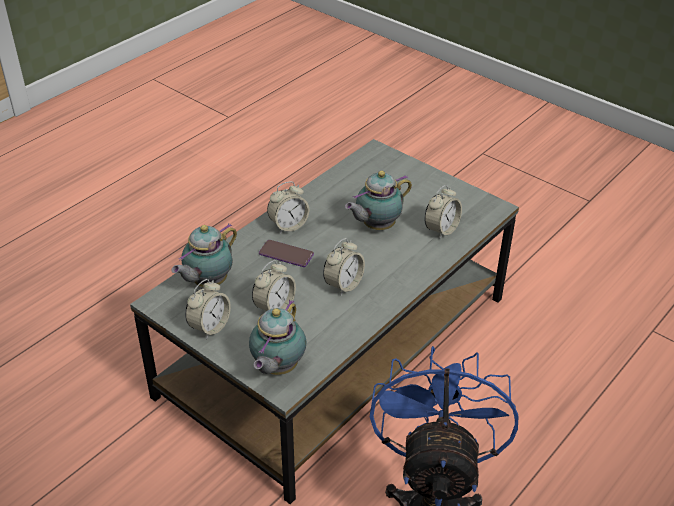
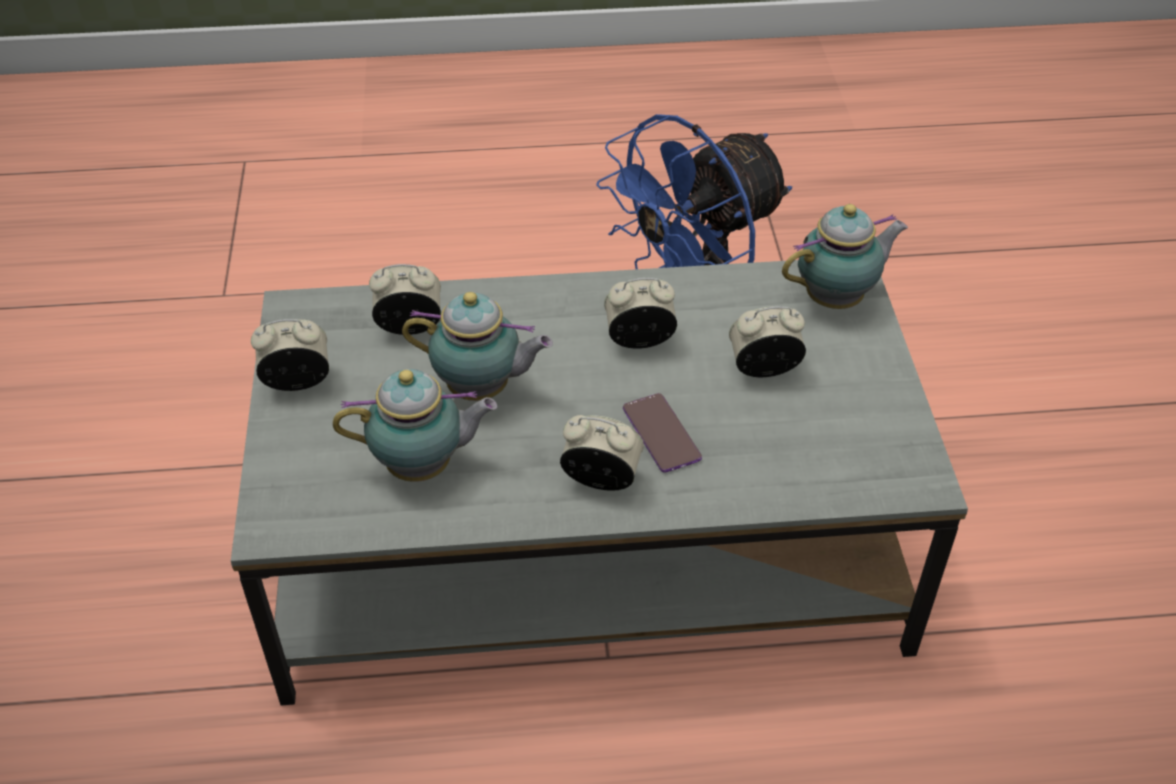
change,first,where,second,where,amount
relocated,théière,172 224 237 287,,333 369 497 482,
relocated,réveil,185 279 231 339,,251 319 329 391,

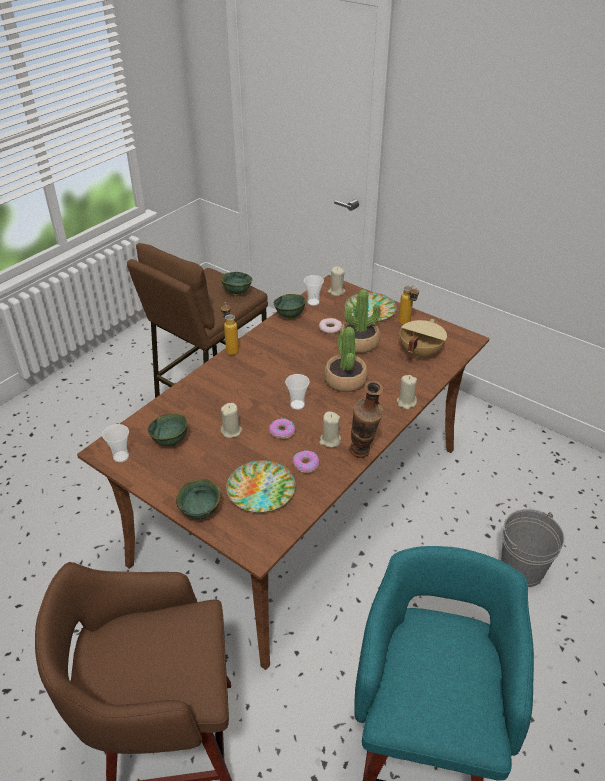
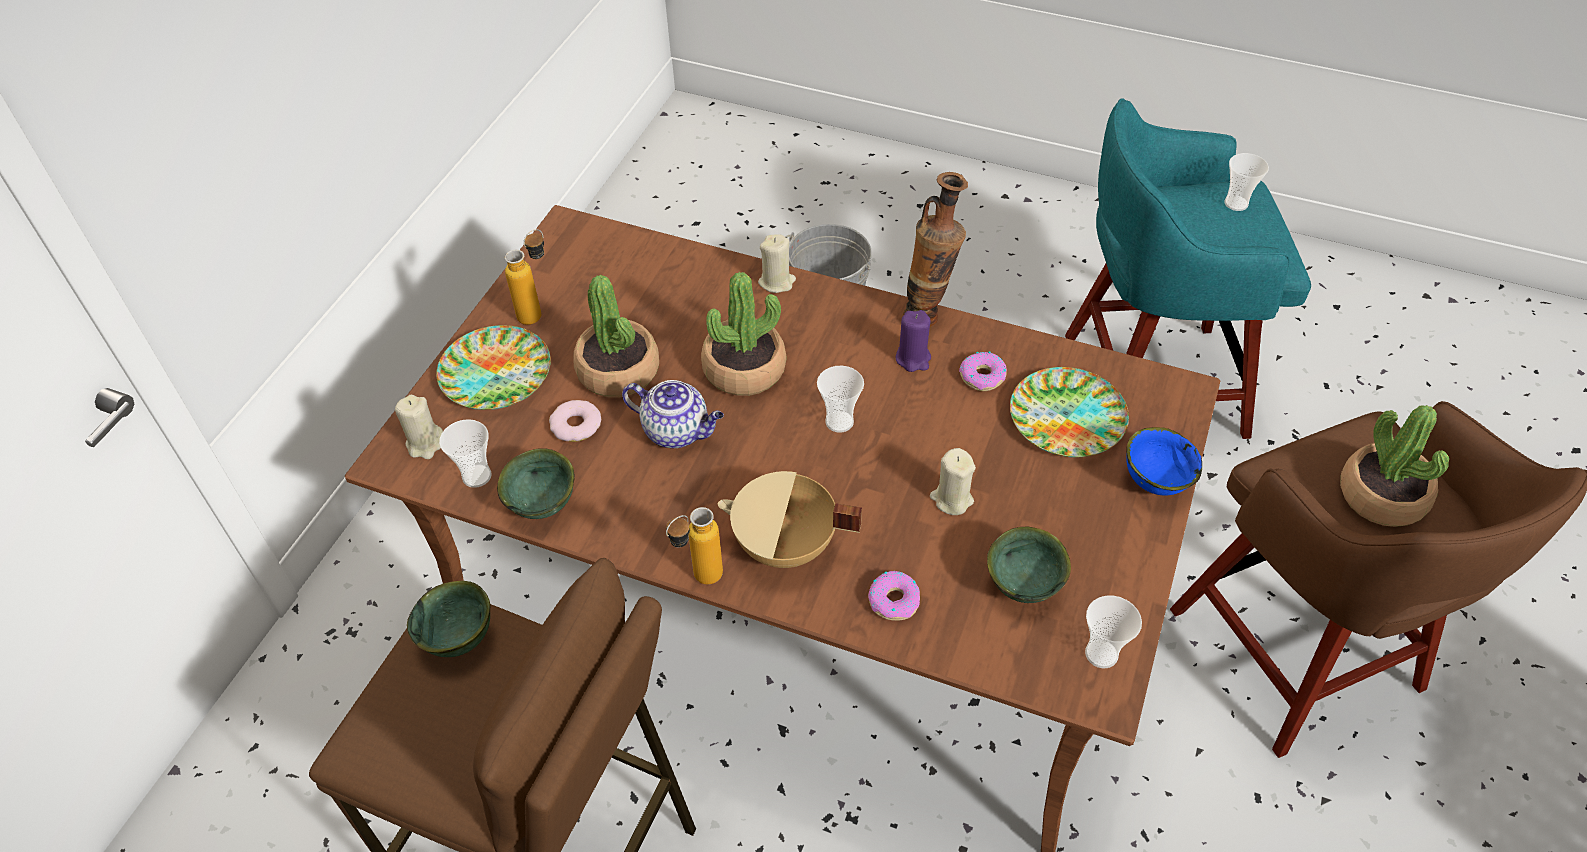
change,first,where,second,where,amount
relocated,marmite/beige,400 319 447 358,,718 471 862 568,
colour,bougie/beige,319 411 341 448,bougie/violet,896 310 931 372,
relocated,beignet,269 418 295 439,,868 571 920 621,
colour,bol/vert,176 479 221 519,bol/bleu,1126 427 1202 495,
appeared,,,tasse,1224 153 1269 211,
appeared,,,théière,622 380 724 448,
appeared,,,plante en pot,1340 405 1449 527,

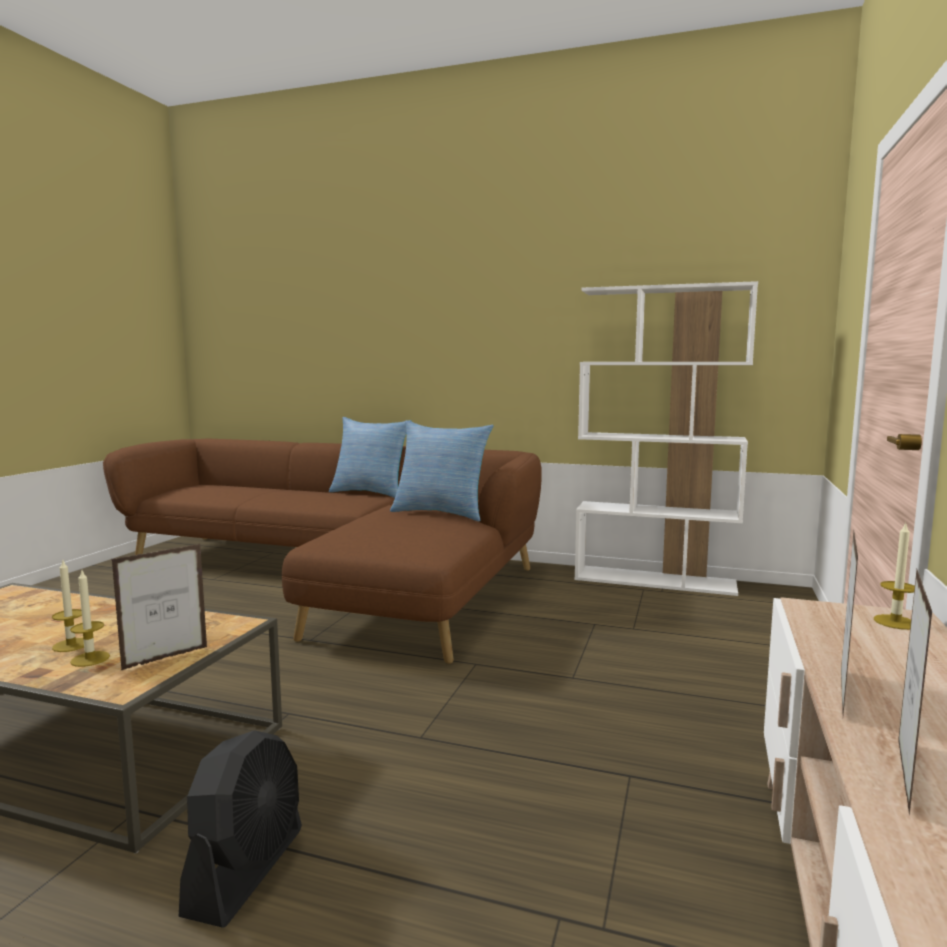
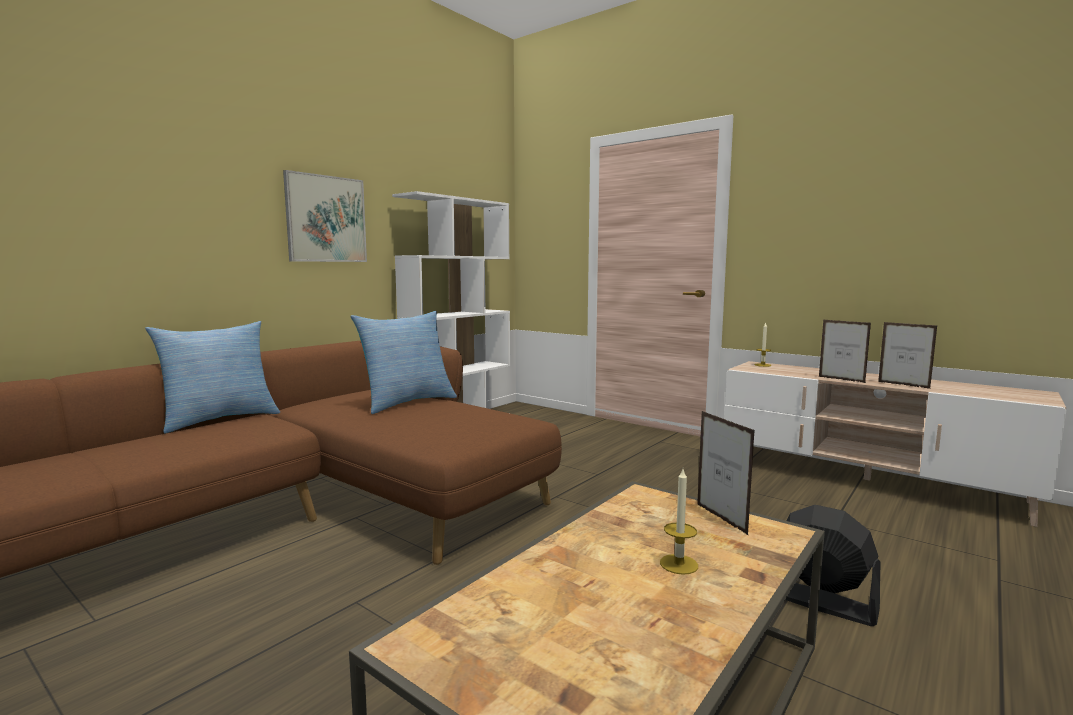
change,first,where,second,where,amount
missing,bougie,70 571 110 667,,,
appeared,,,tableau,283 170 367 262,

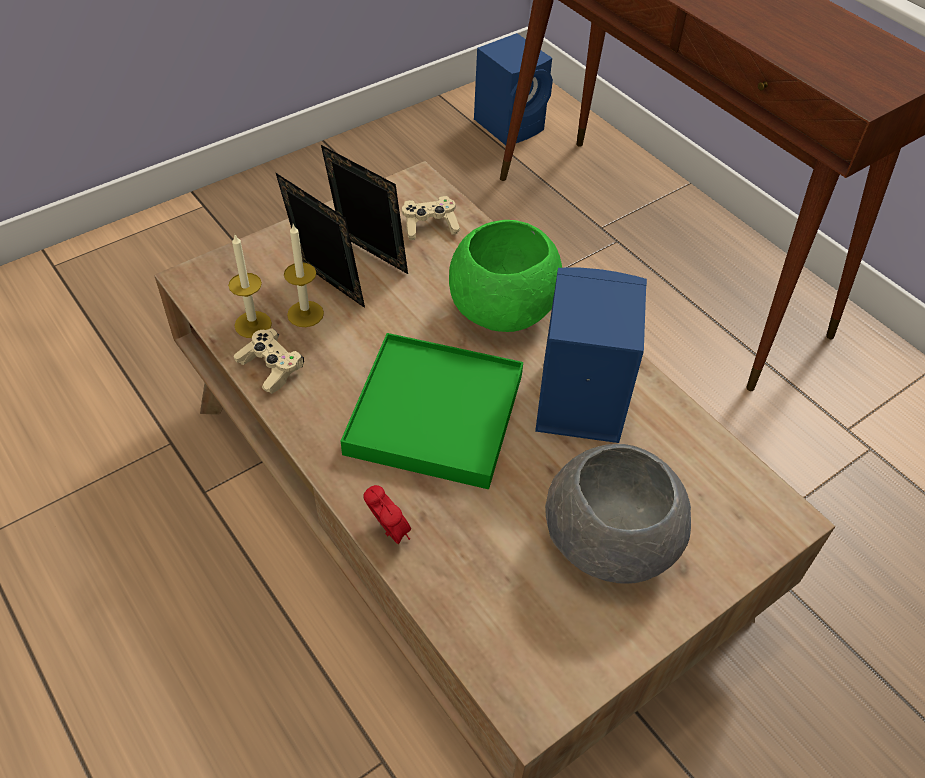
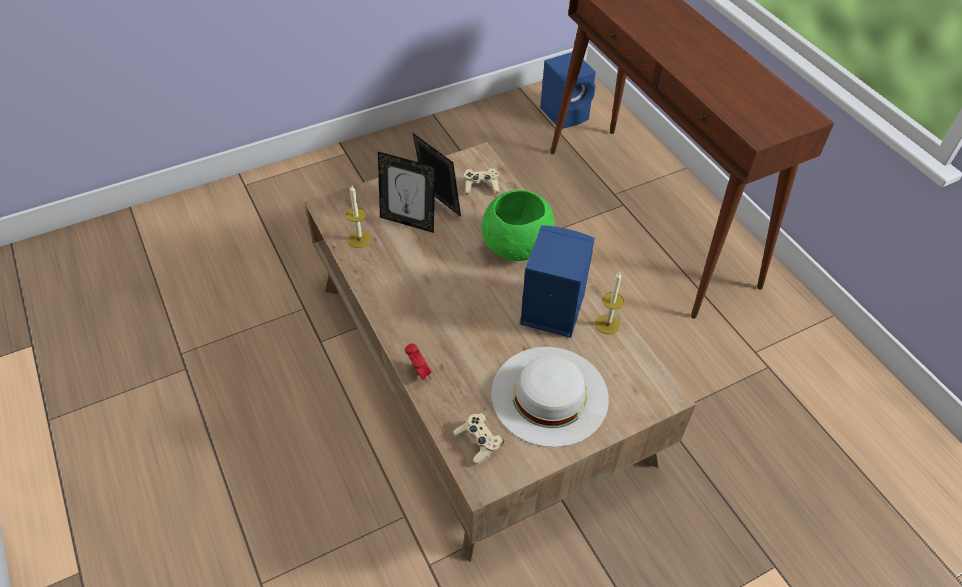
change,first,where,second,where,amount
spun,cadre photo,276 173 365 308,,378 152 435 233,150 degrees clockwise
relocated,bougie,284 224 324 327,,595 272 624 334,
relocated,manette/beige,234 328 304 394,,453 413 504 465,
missing,plateau/vert,341 333 523 489,,,
exchanged,bol/gris,545 444 691 584,chapeau/blanc,491 347 609 447,

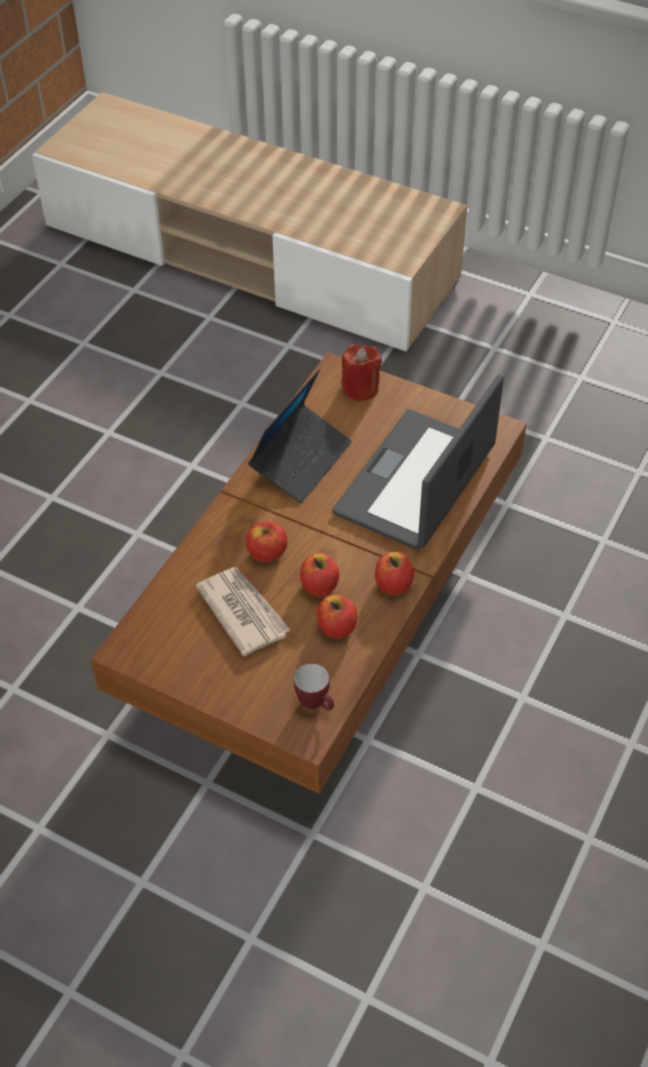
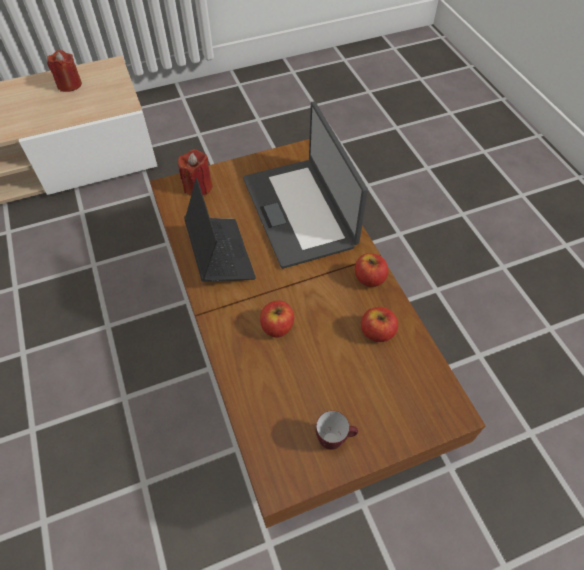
change,first,where,second,where,amount
missing,pomme,300 553 339 597,,,
missing,journal,196 567 291 656,,,
relocated,mug,294 663 334 711,,316 411 358 450,
appeared,,,bougie/rouge,47 50 82 92,

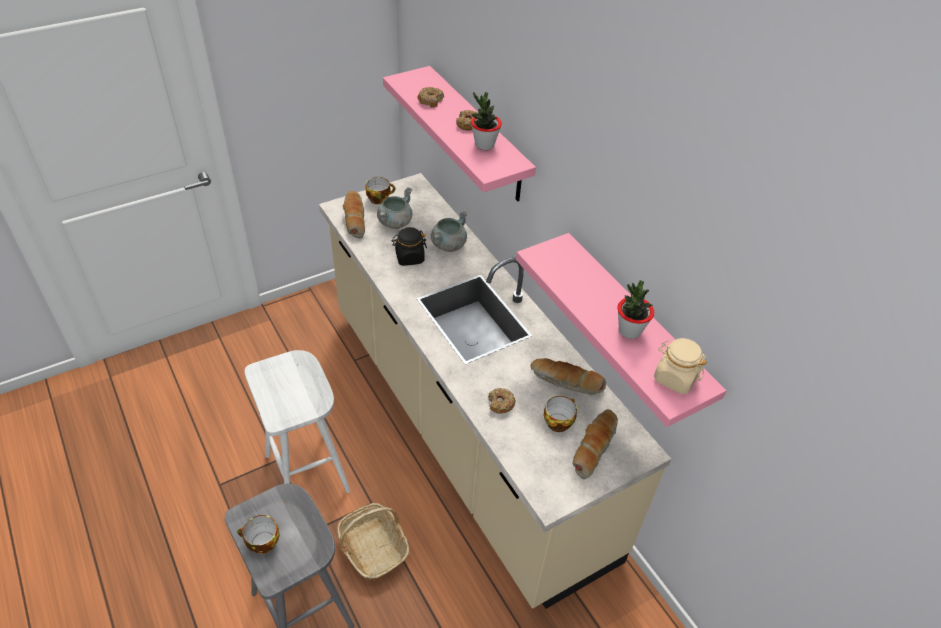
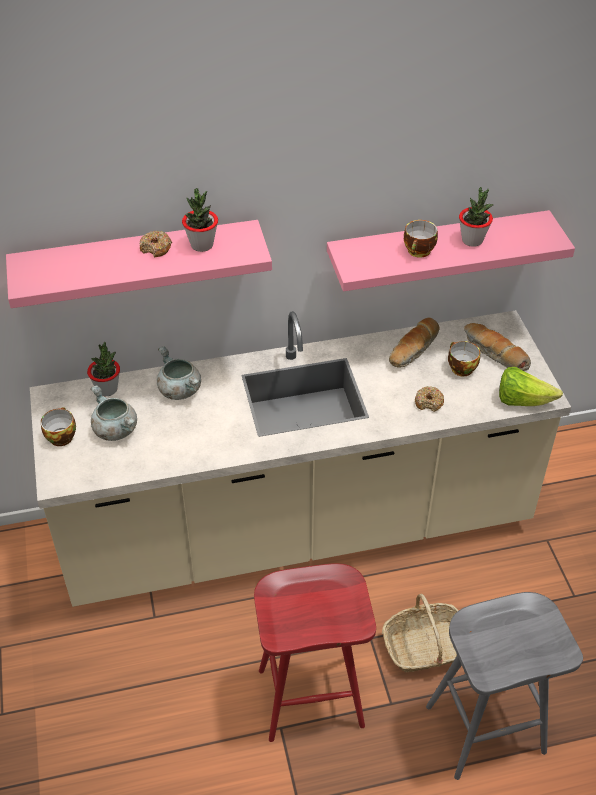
change,first,where,second,where,amount
missing,beignet,418 87 444 108,,,
missing,pain,343 191 365 239,,,
missing,bocal/noir,392 227 427 266,,,
missing,bocal/beige,654 338 707 394,,,
colour,tabouret/blanc,244 350 350 493,tabouret/rouge,254 563 376 742,
relocated,tasse,237 515 279 554,,404 220 438 258,
appeared,,,plante en pot,87 342 120 396,
appeared,,,laitue,499 367 563 406,

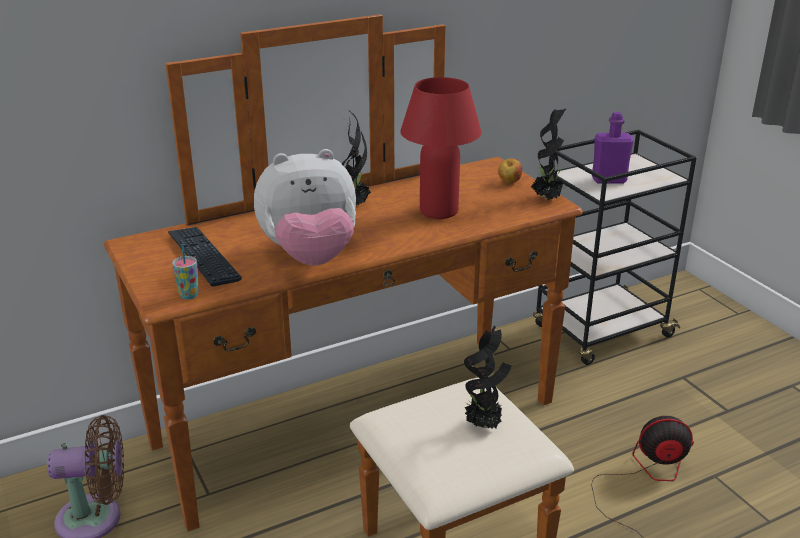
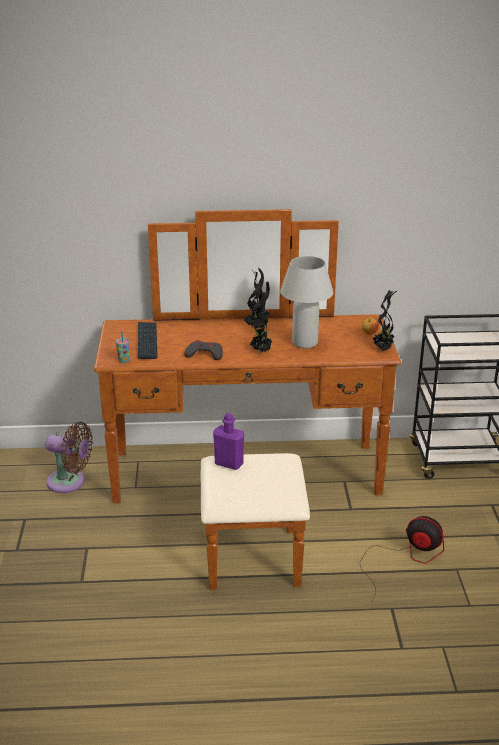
change,first,where,second,where,amount
colour,lampe de table/rouge,400 77 482 219,lampe de table/blanc,280 256 333 348,
relocated,bouteille/violet,592 112 634 183,,213 413 244 470,
exchanged,peluche,254 149 356 266,manette/gris,184 340 223 360,
relocated,plante en pot,464 326 512 429,,250 290 273 352,

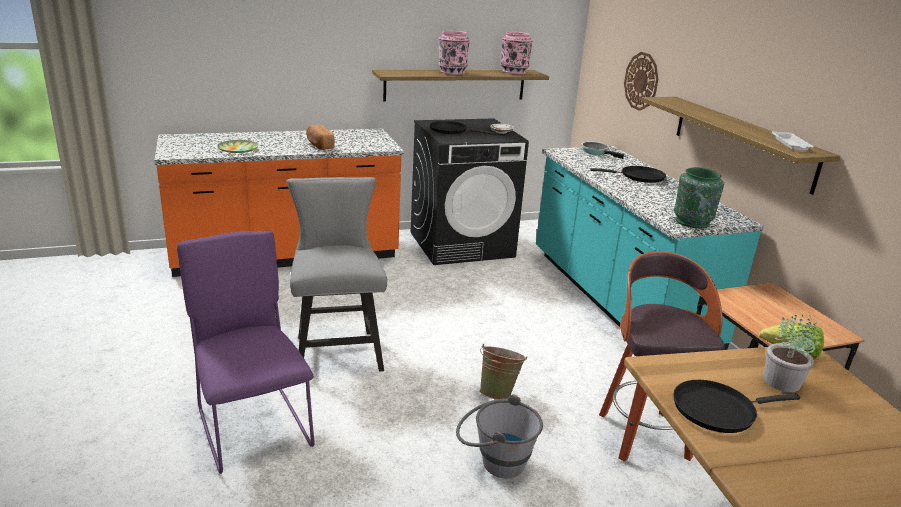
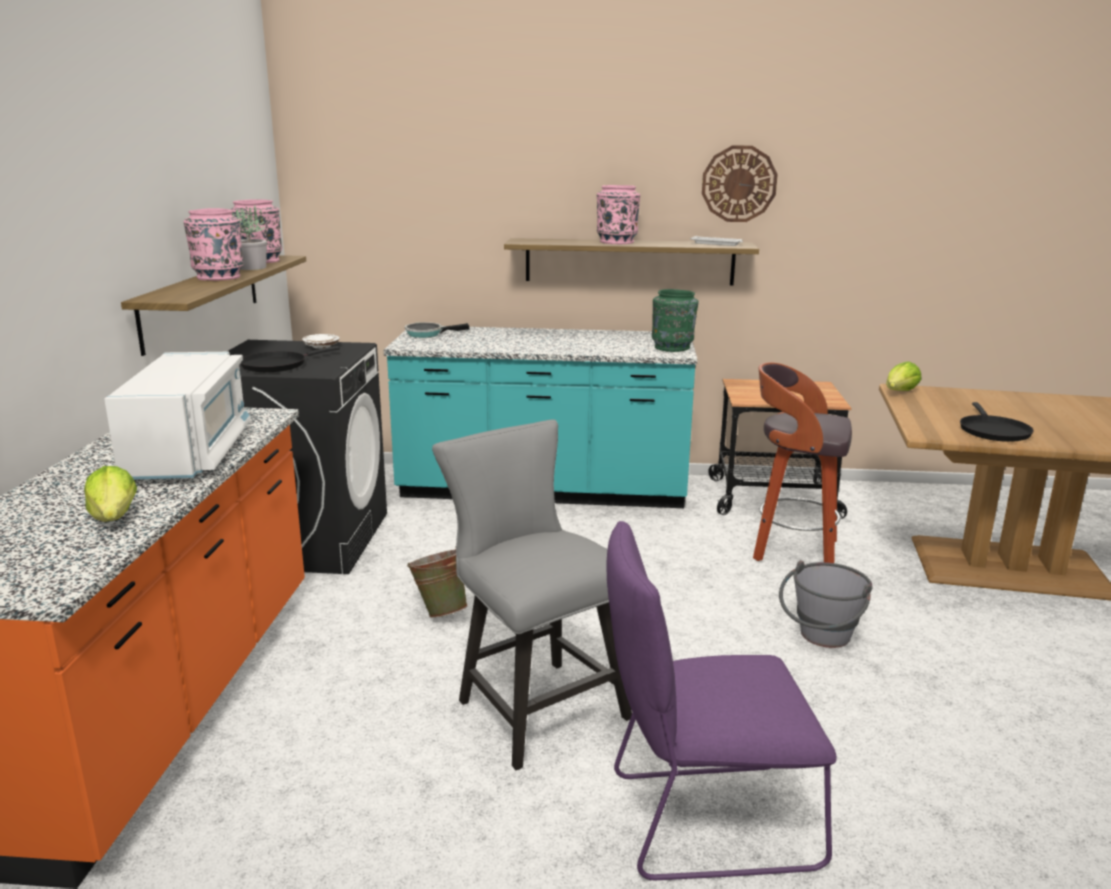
change,first,where,second,where,amount
relocated,horloge murale,624 52 658 111,,702 145 778 222,
exchanged,pain,306 125 335 150,micro-ondes/blanc,104 352 250 479,
exchanged,assiette,217 140 259 153,laitue,84 466 137 522,
missing,poêle/noir,590 166 666 183,,,
spun,chaise/gris,287 177 387 371,,432 419 632 770,45 degrees clockwise
relocated,plante en pot,764 315 820 392,,232 205 267 270,
relocated,seau/vert,479 344 527 400,,407 550 468 618,
appeared,,,vase/rose,597 185 640 244,

